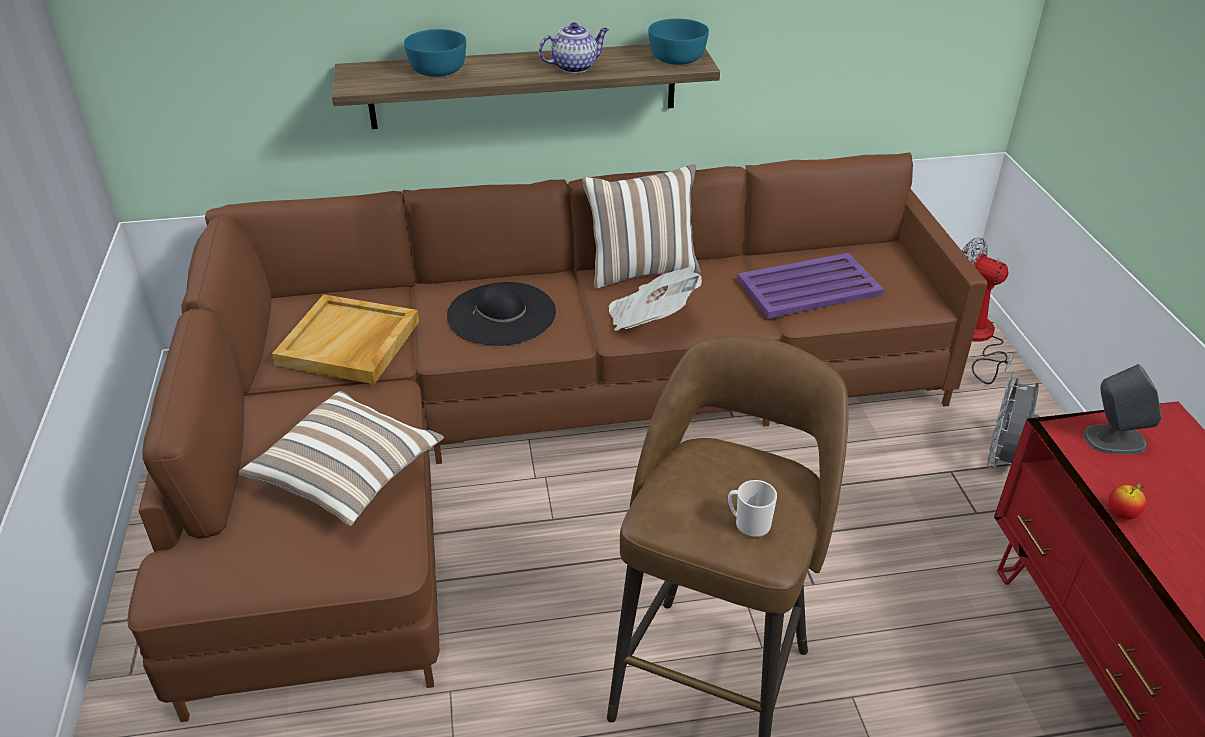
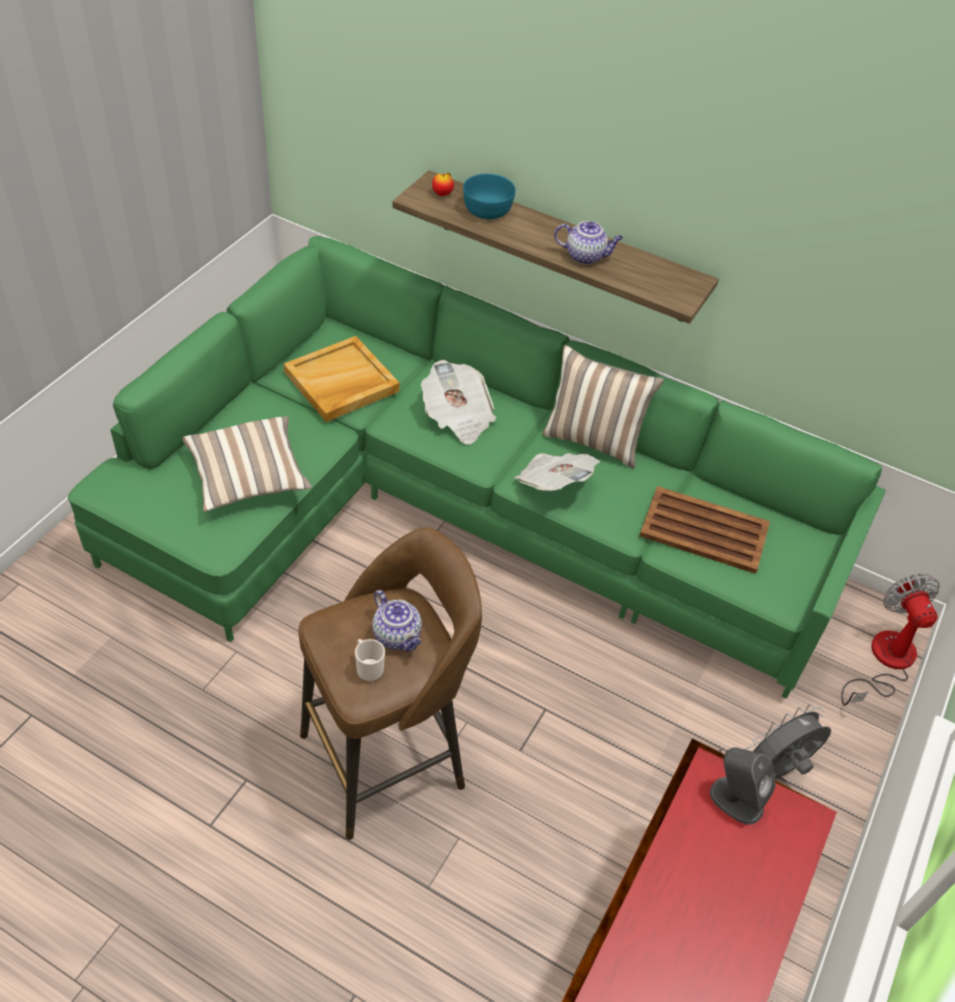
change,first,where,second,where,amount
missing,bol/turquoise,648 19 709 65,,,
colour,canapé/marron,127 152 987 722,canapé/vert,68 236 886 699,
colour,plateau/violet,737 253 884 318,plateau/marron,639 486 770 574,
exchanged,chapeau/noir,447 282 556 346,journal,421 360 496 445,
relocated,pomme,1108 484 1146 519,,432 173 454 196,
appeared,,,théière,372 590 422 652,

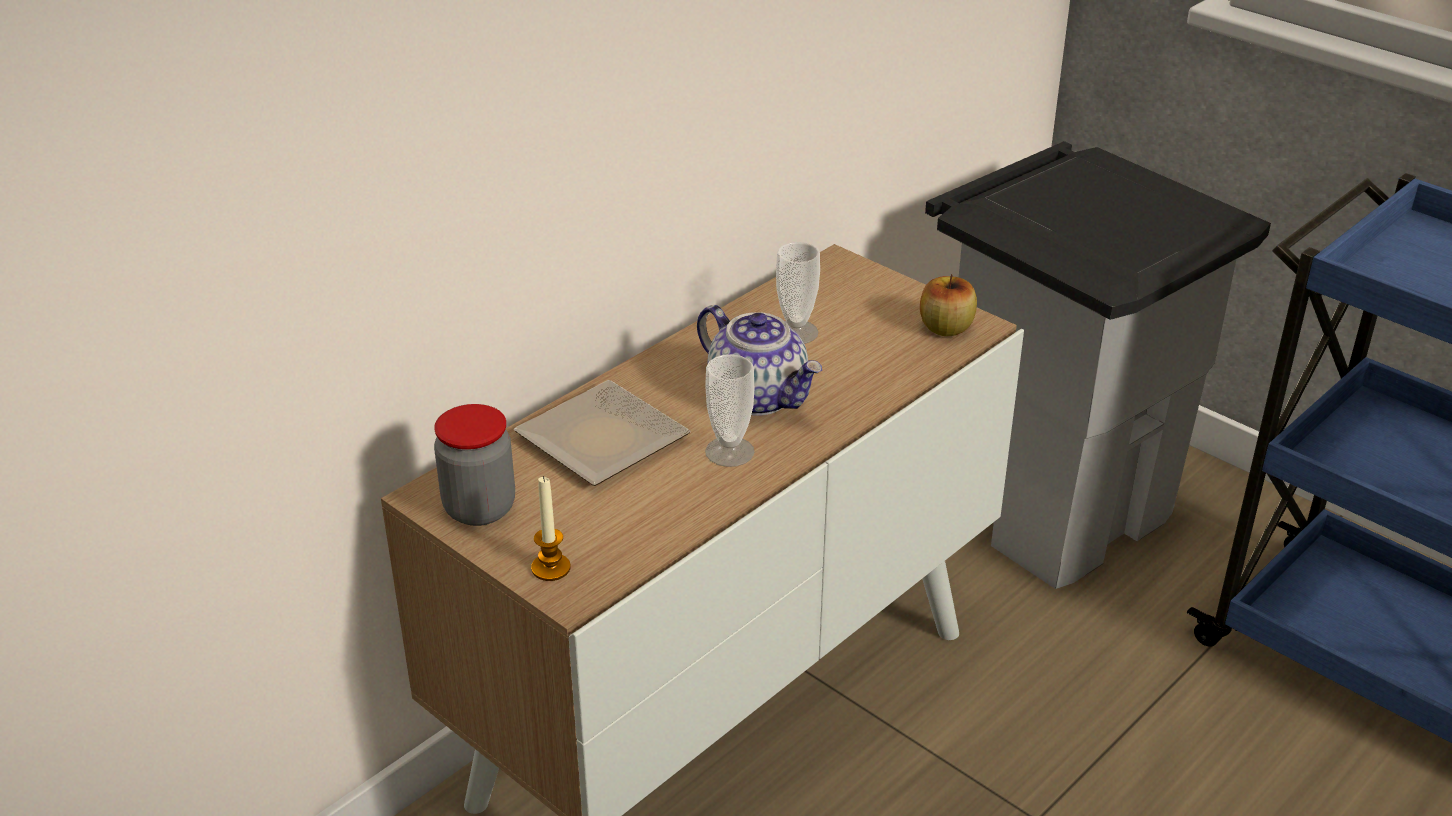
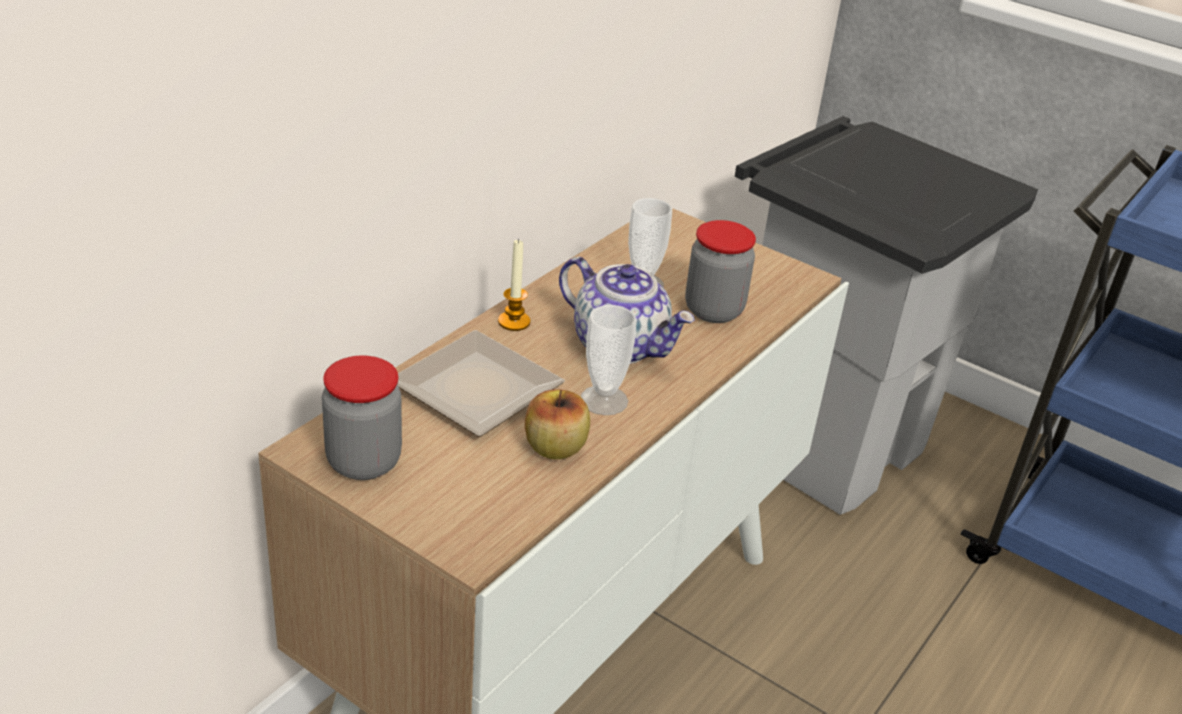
change,first,where,second,where,amount
relocated,pomme,920 274 977 336,,525 389 590 459,
relocated,bougie,531 476 571 581,,498 238 531 331,
appeared,,,bocal,685 220 756 323,

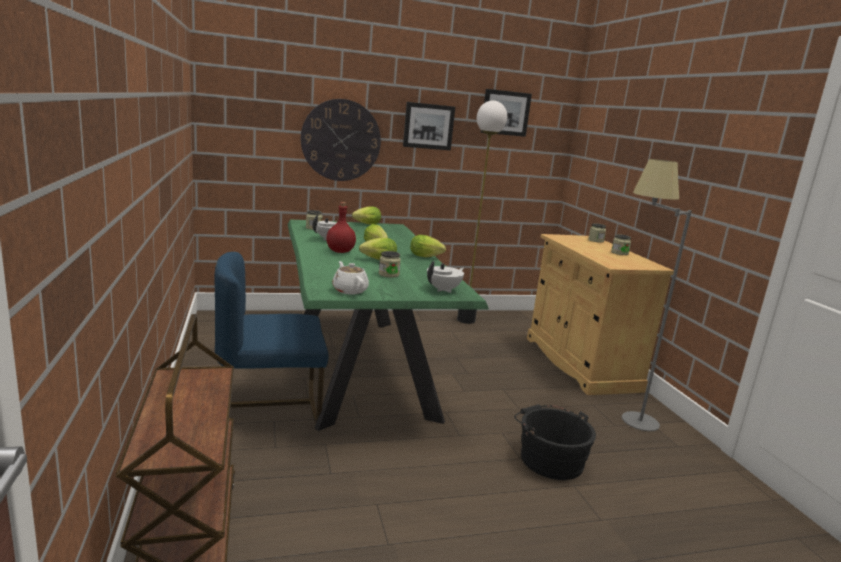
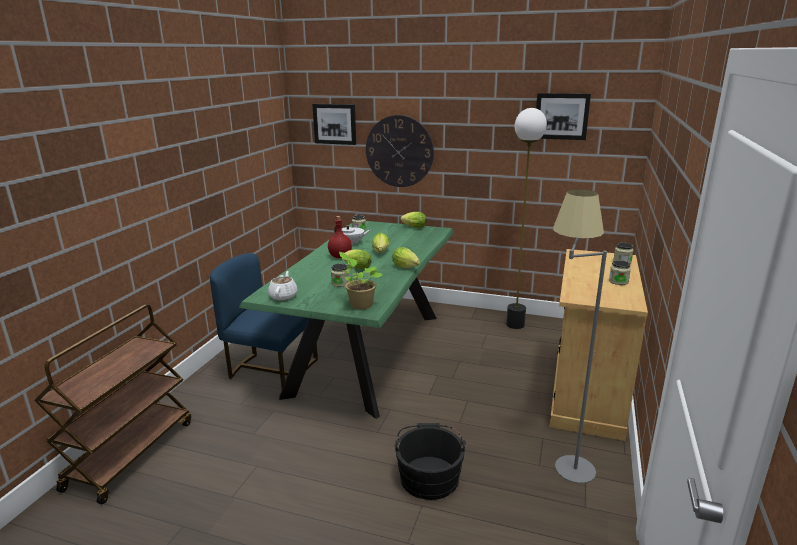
change,first,where,second,where,amount
relocated,tableau,403 102 455 151,,312 104 356 145,
exchanged,théière/blanc,427 261 464 293,plante en pot,339 252 383 309,

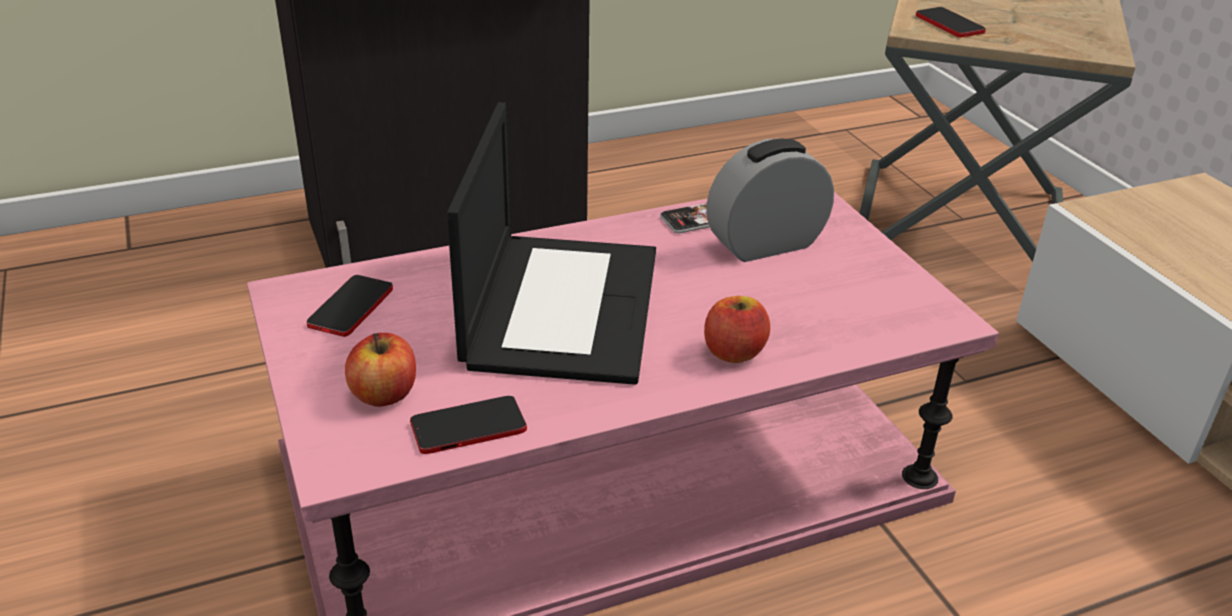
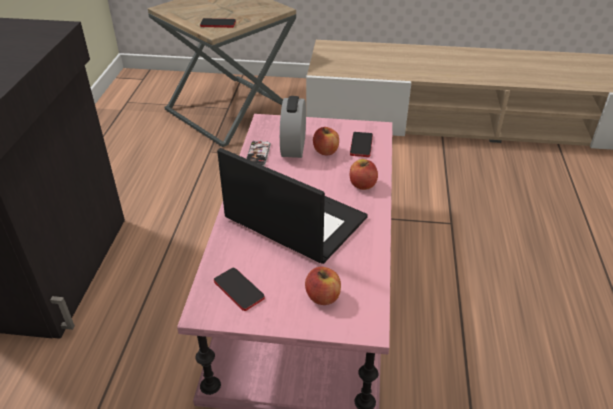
change,first,where,second,where,amount
relocated,téléphone,410 396 527 454,,350 132 373 157,
appeared,,,pomme,313 127 339 155,

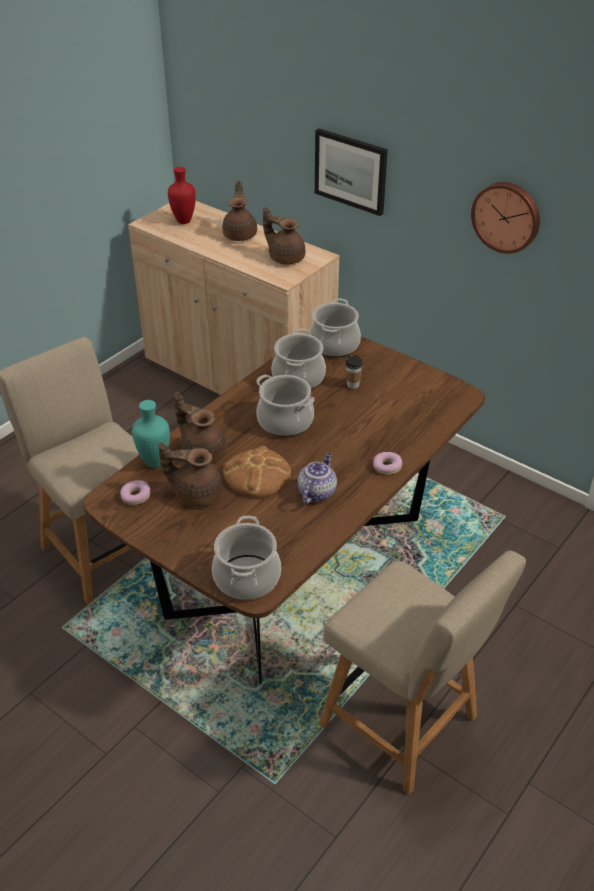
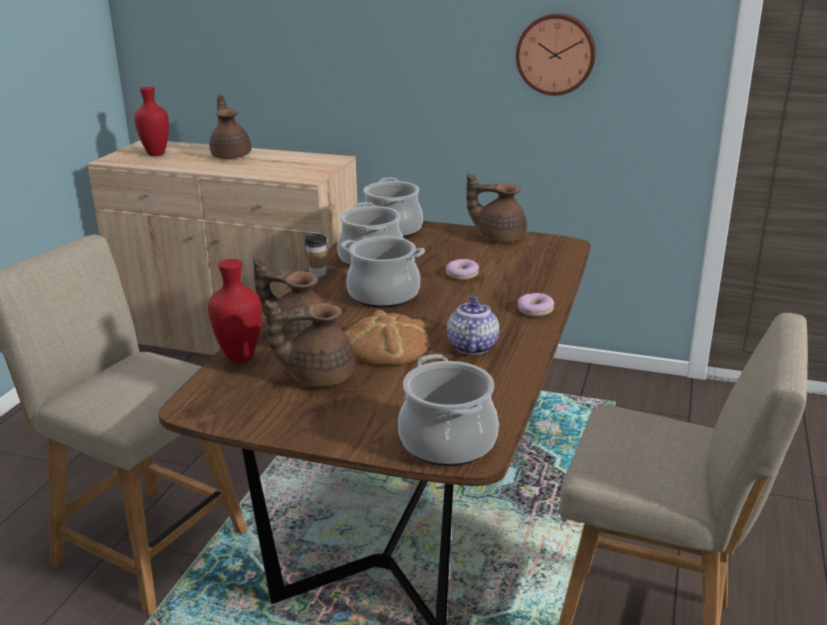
change,first,where,second,where,amount
missing,tableau,315 129 388 216,,,
relocated,théière/marron,263 207 306 265,,466 173 527 242,
relocated,tasse,345 355 363 389,,305 233 327 277,
colour,vase/turquoise,132 400 170 468,vase/rouge,208 259 262 364,
relocated,beignet,120 480 151 505,,446 259 479 280,

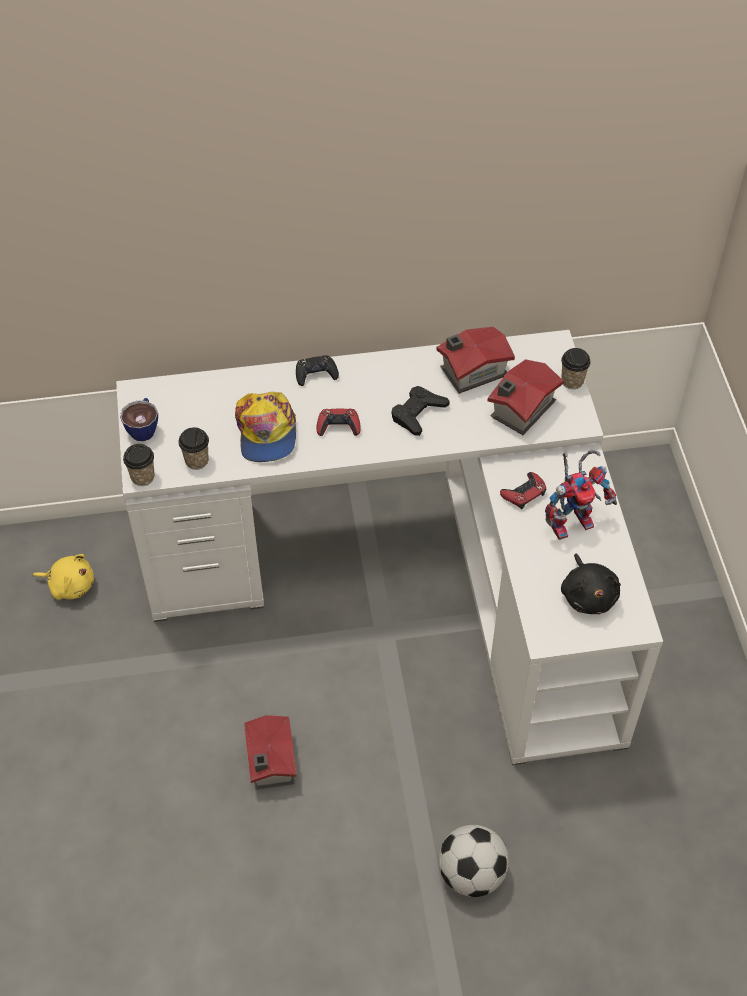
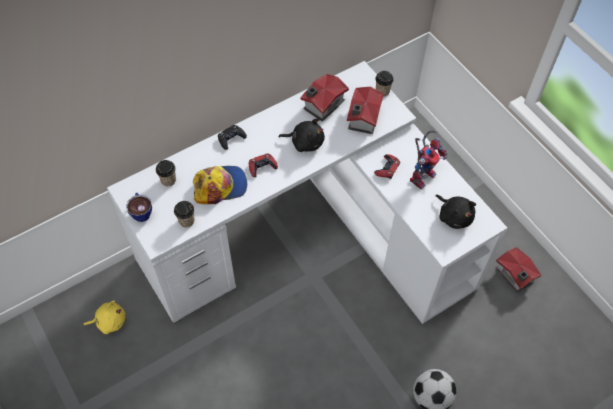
change,first,where,second,where,amount
exchanged,manette/noir,391 386 449 436,peluche/noir,279 118 325 152,
spun,casquette,235 392 296 462,,193 166 247 204,75 degrees counterclockwise
relocated,tasse,123 444 155 486,,156 160 176 186,
relocated,maison miniature,244 715 297 790,,495 247 541 293,

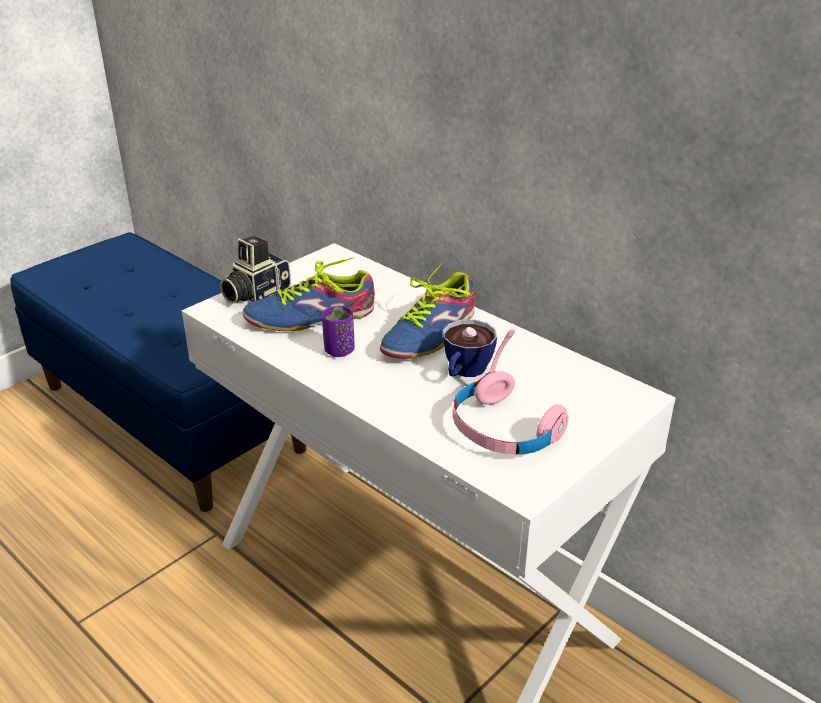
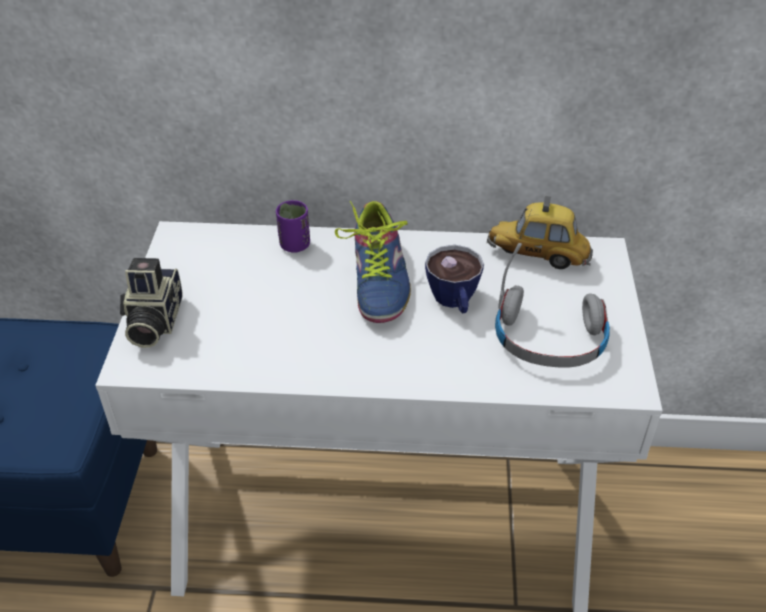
change,first,where,second,where,amount
missing,chaussure,243 257 375 331,,,
relocated,tasse/violet,322 306 355 357,,276 200 310 253,
colour,casque audio/rose,453 329 569 454,casque audio/gris,495 243 610 367,
appeared,,,petite voiture,487 196 593 269,

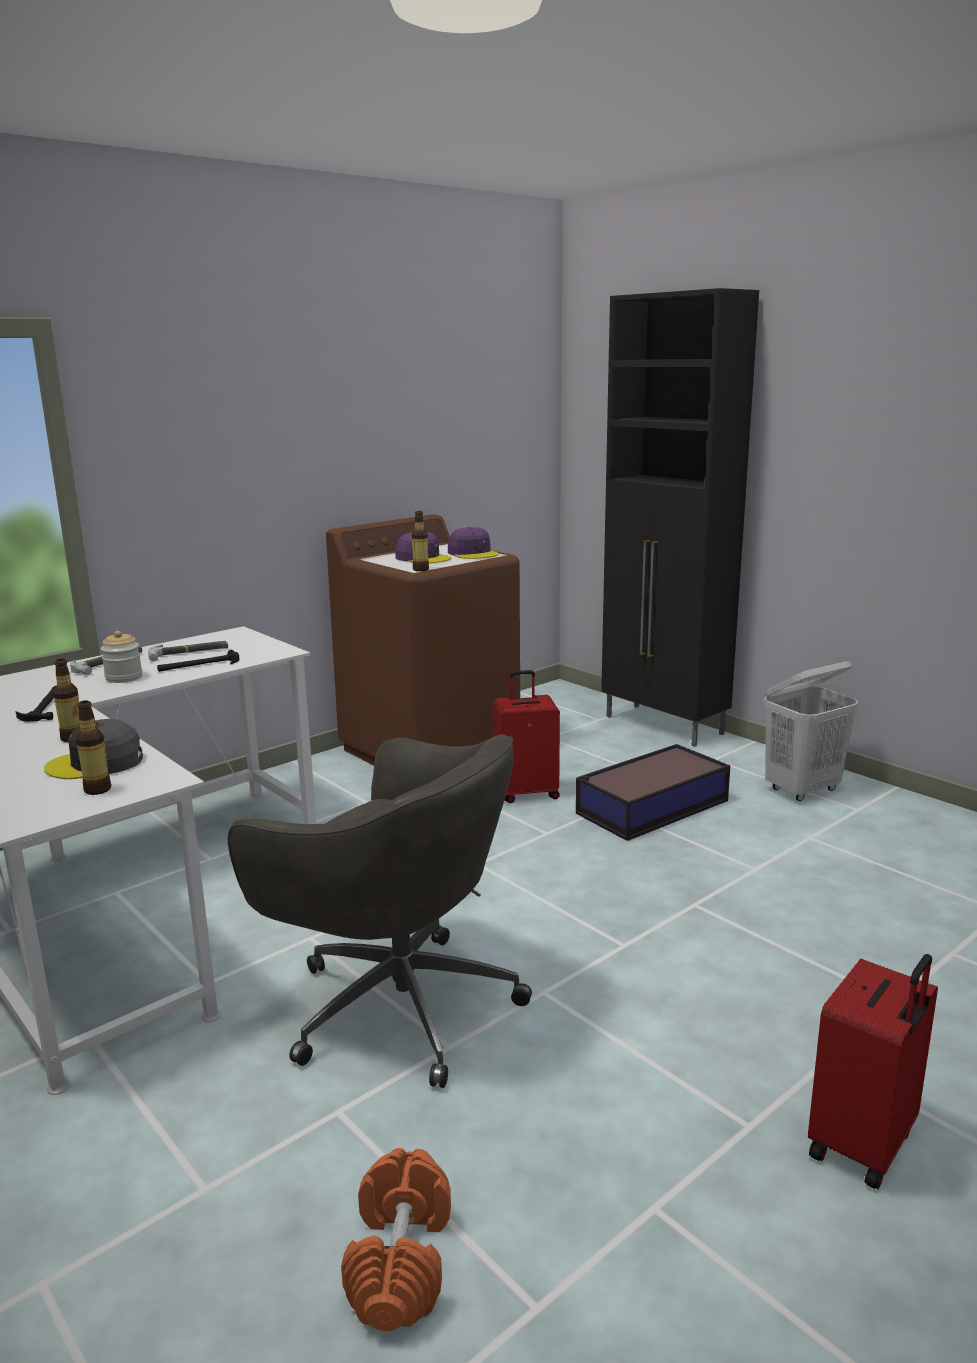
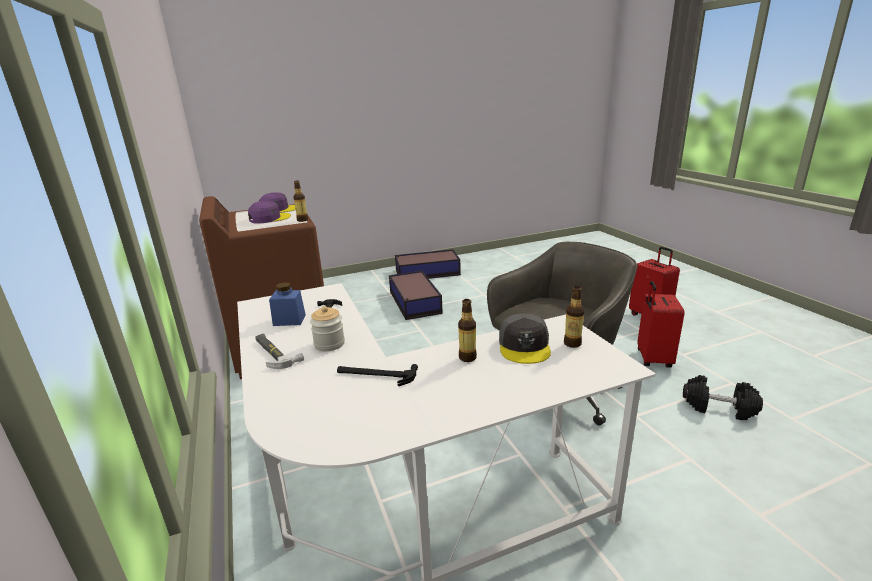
change,first,where,second,where,amount
missing,meuble de rangement/noir,601 288 759 747,,,
exchanged,marteau,148 641 228 662,bocal/bleu,269 282 306 326,
exchanged,panier à linge/blanc,764 661 858 801,boîte de rangement,395 249 461 279,
relocated,valise/rouge,493 670 560 803,,637 281 685 368,
colour,haltère/orange,341 1148 451 1331,haltère/noir,683 375 763 420,

